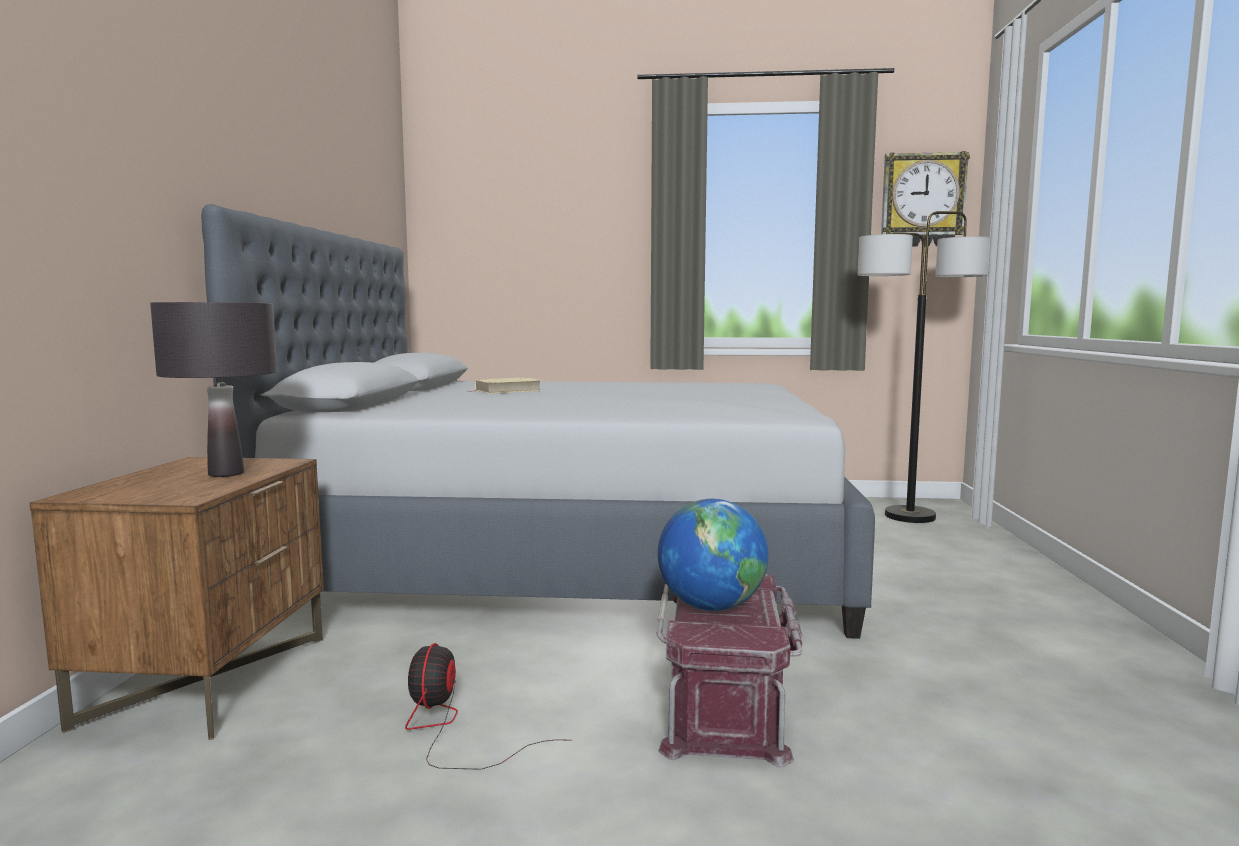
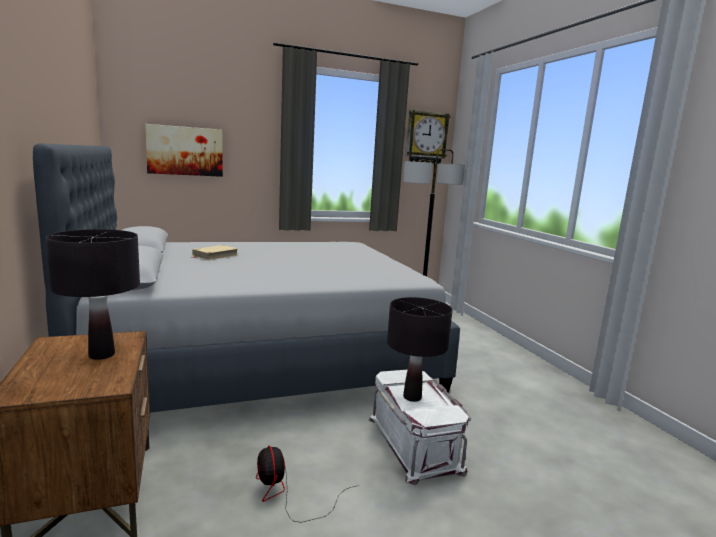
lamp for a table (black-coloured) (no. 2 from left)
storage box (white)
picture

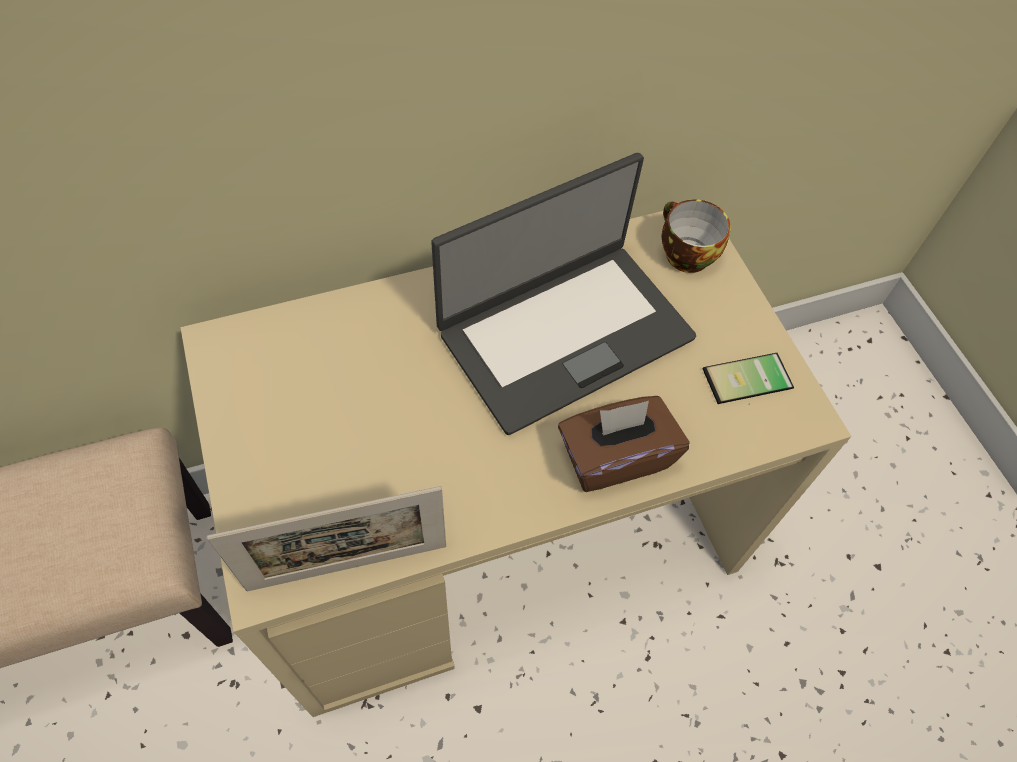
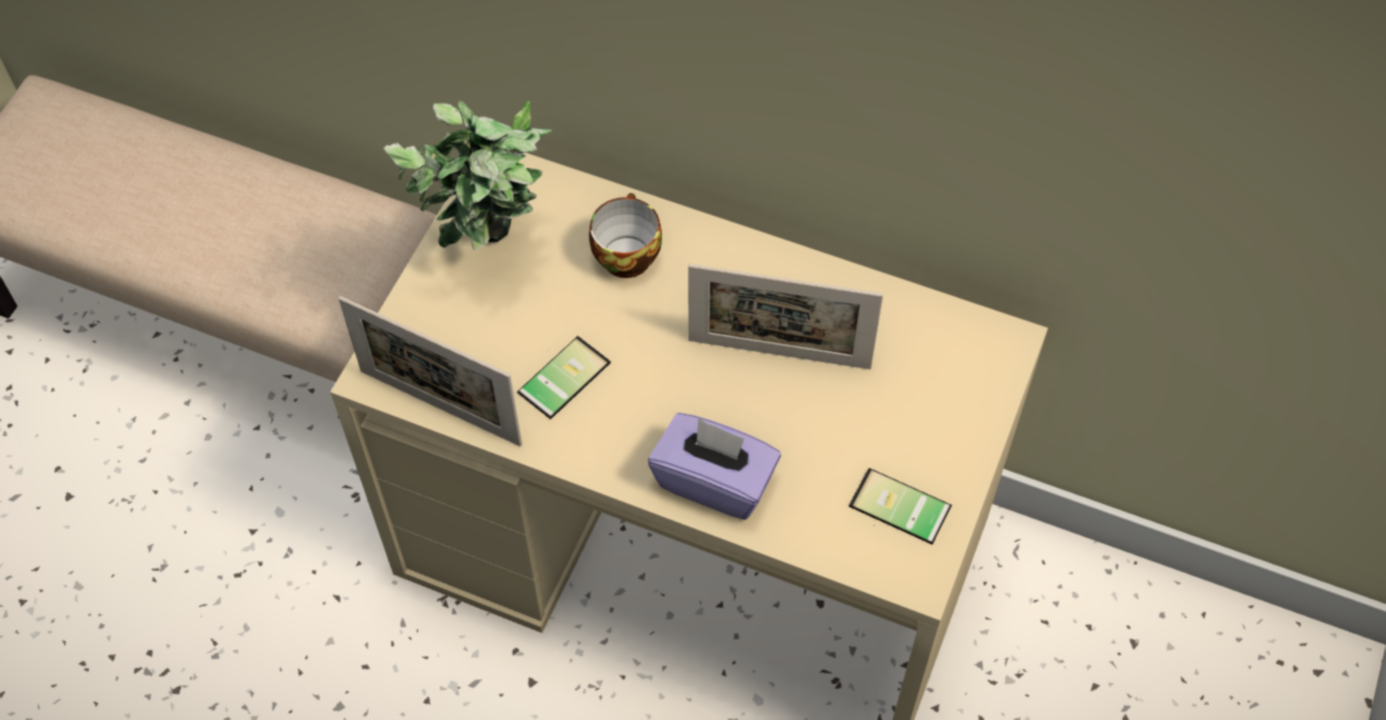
standing frame (no. 2 from left)
small cup
tissue box (purple-coloured)
plant in a pot
phone (no. 1 from left)

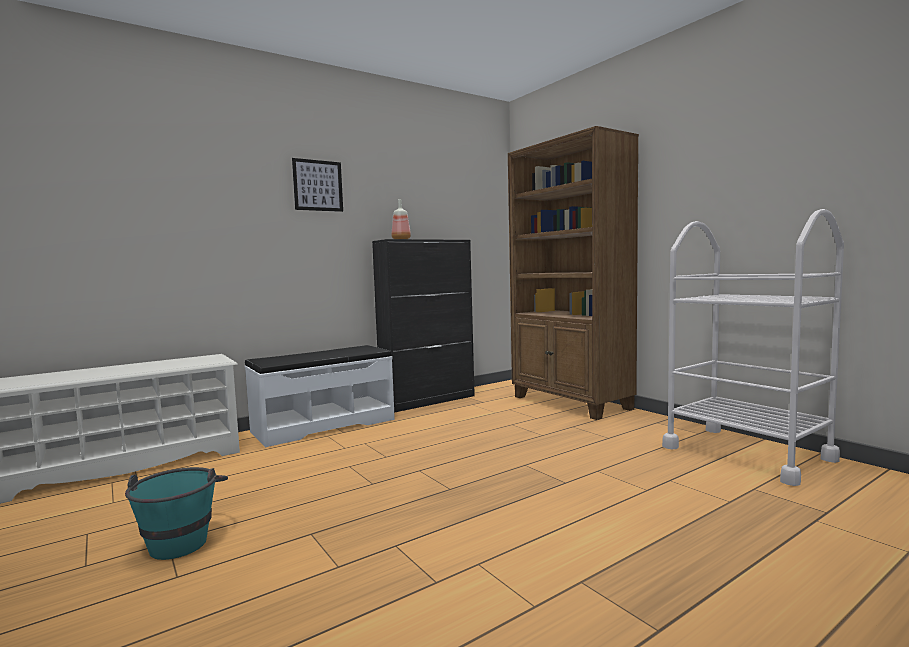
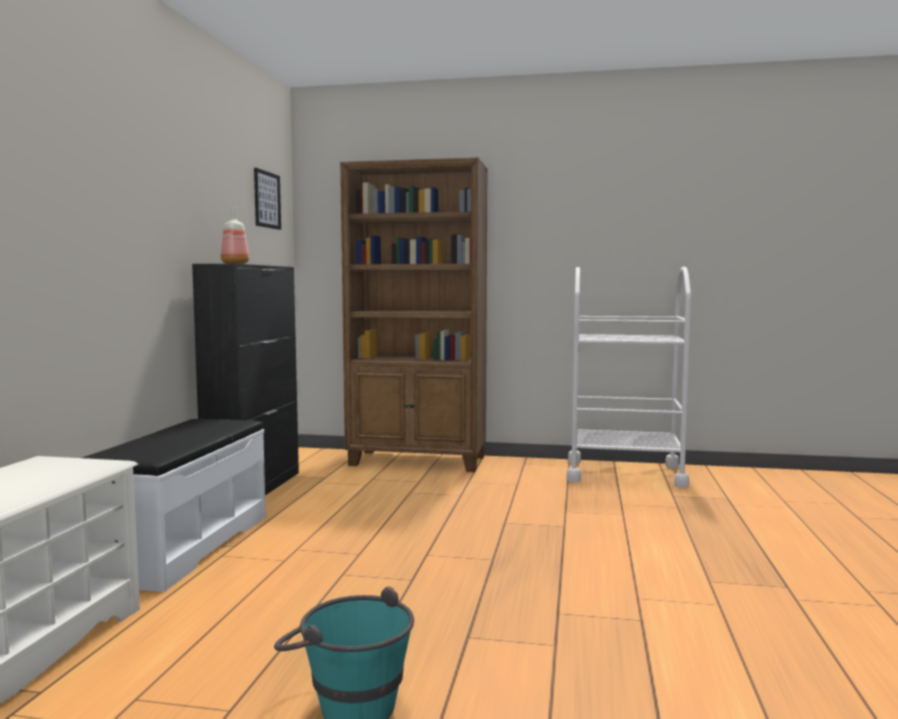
picture

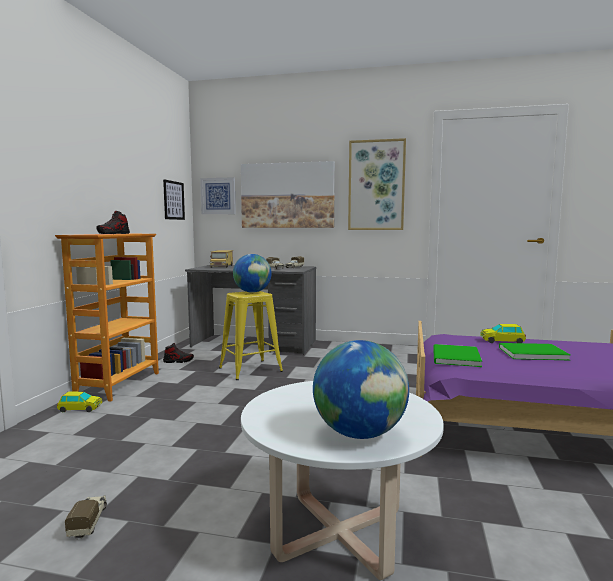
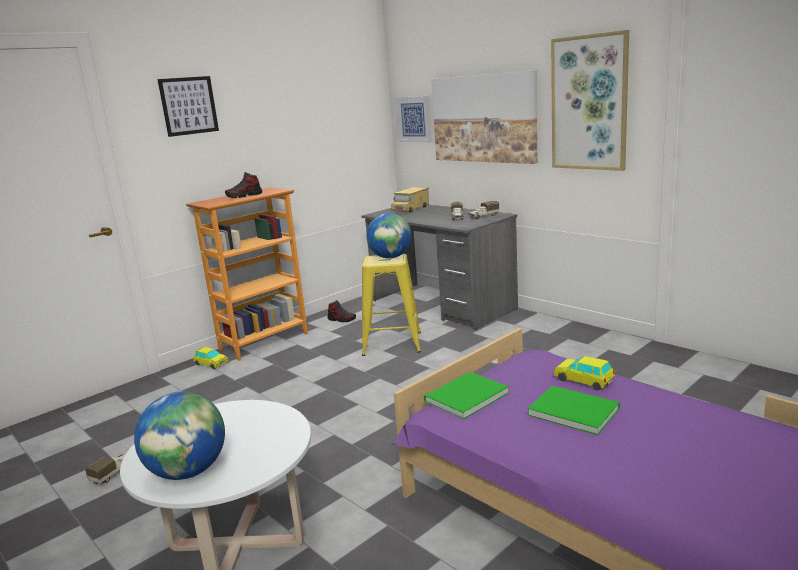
picture (no. 1 from left)

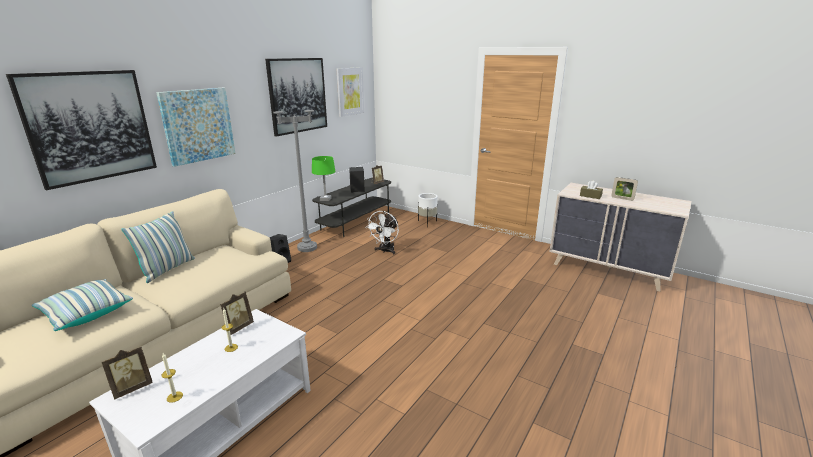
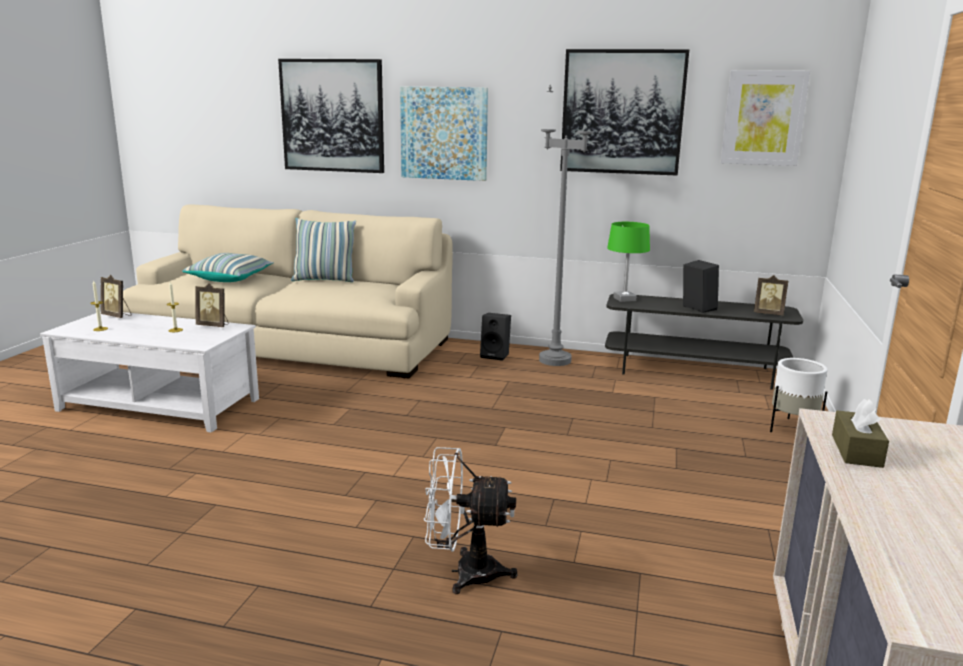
standing frame (no. 4 from left in the first image)
cooling fan (white)

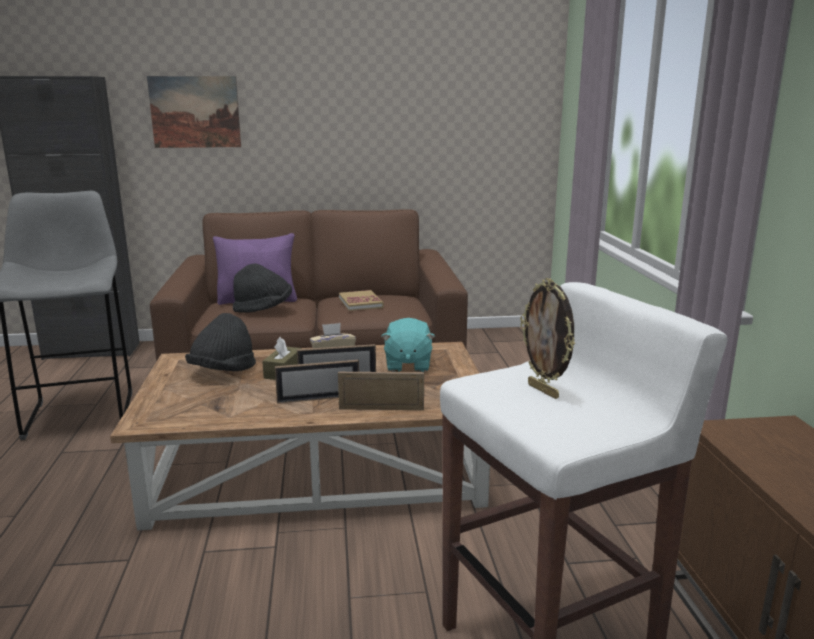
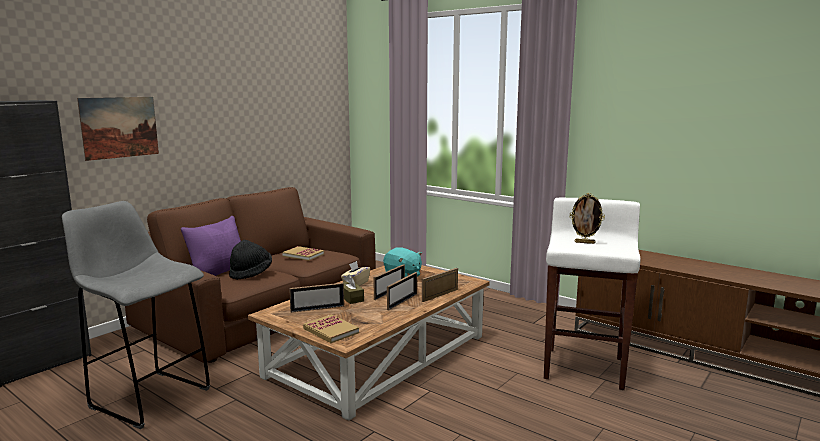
standing frame (no. 1 from left)
book (no. 2 from left)

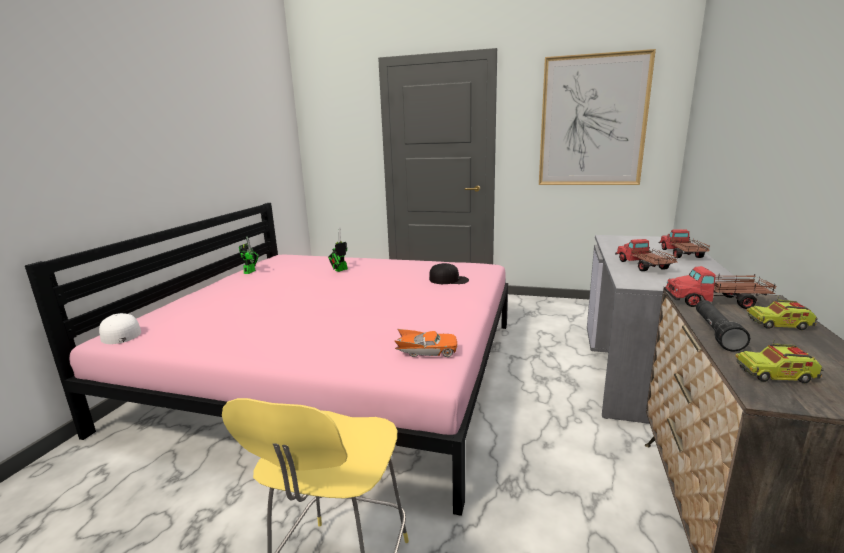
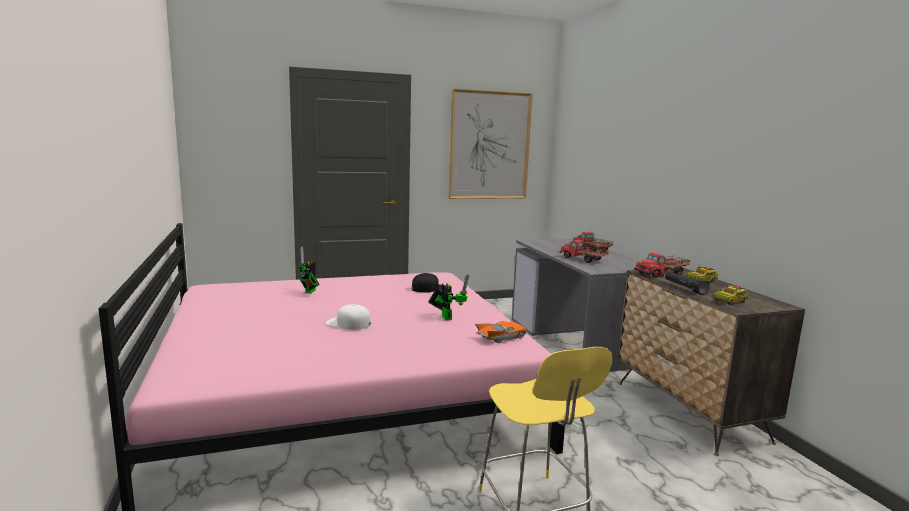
robot figure (no. 2 from left)
peaked cap (white)

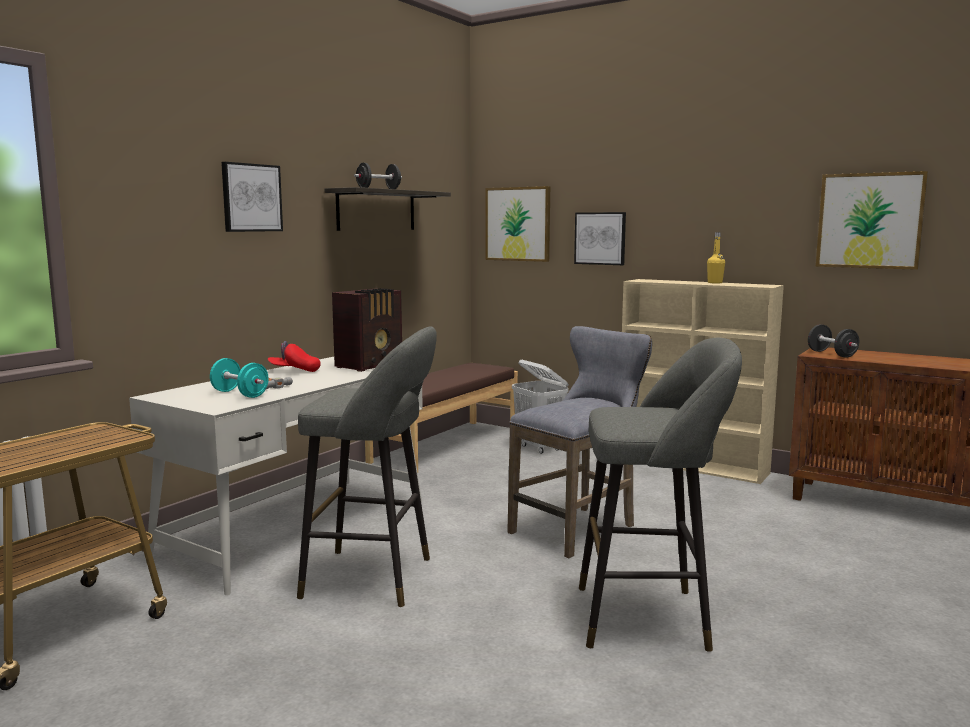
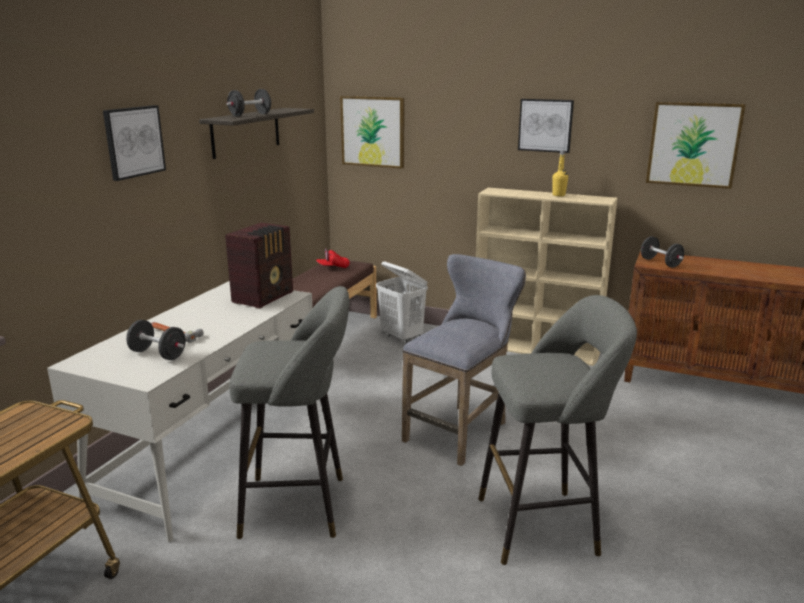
picture (no. 3 from left)
peaked cap (red)
free weight (black-coloured) (no. 1 from left)

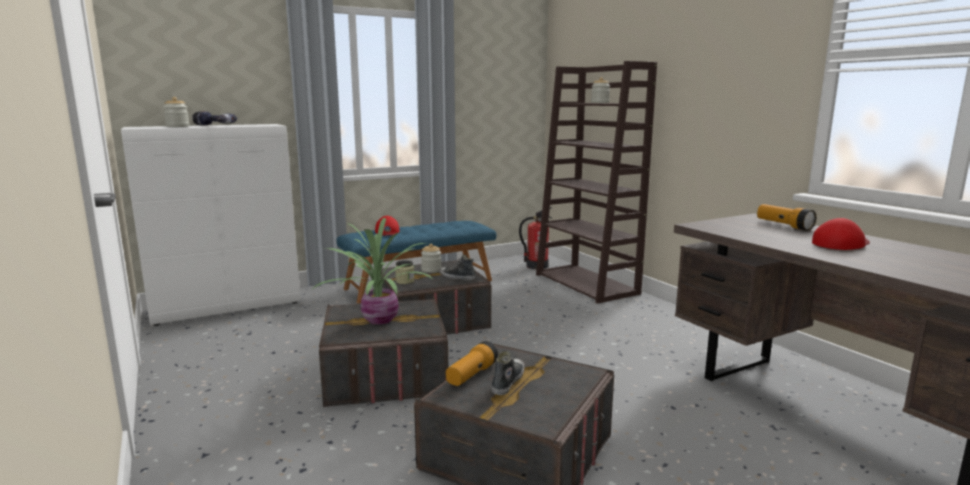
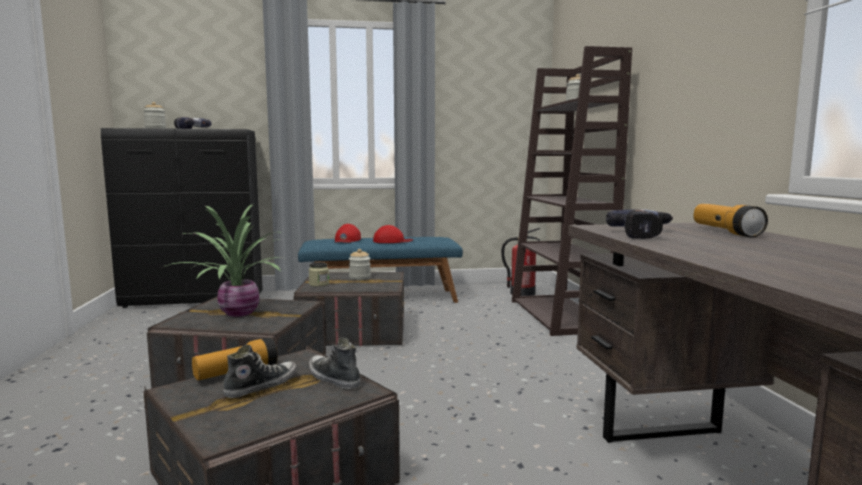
cabinet (black-coloured)
peaked cap (red) (no. 2 from left)
item of footwear (no. 2 from left)
electric drill (no. 2 from left)

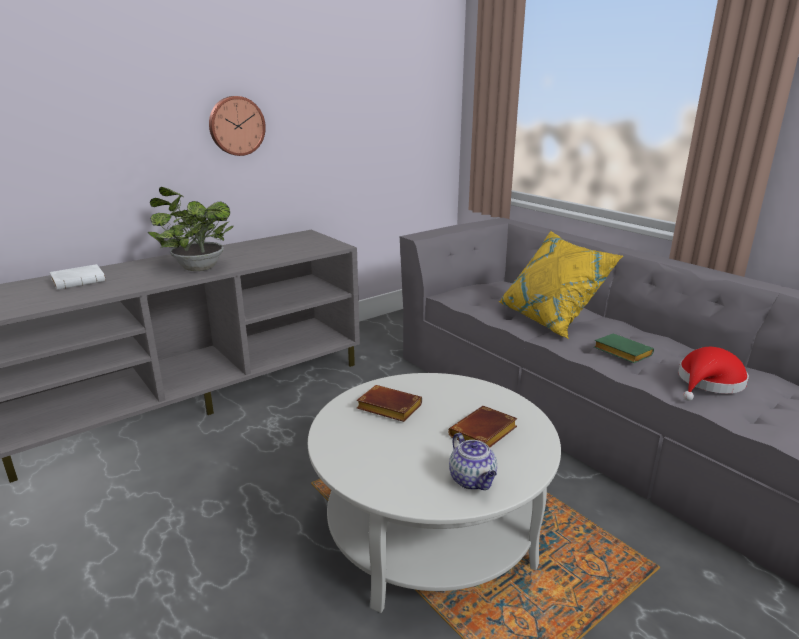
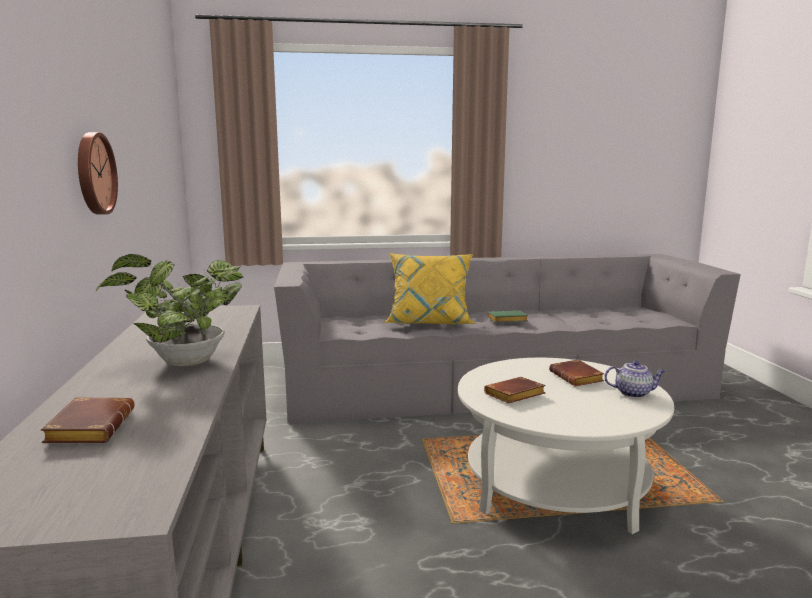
book (brownish) (no. 1 from left)
hat (red)

